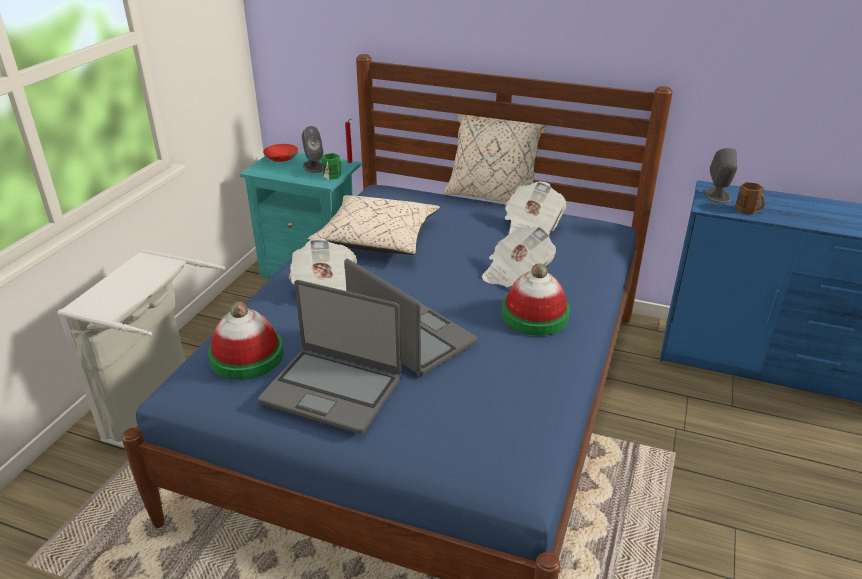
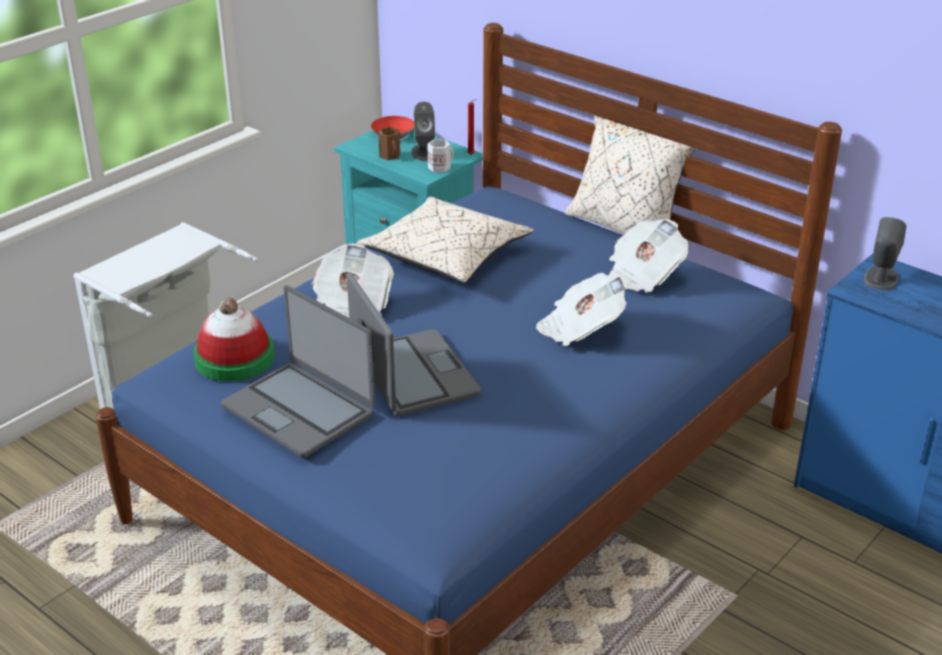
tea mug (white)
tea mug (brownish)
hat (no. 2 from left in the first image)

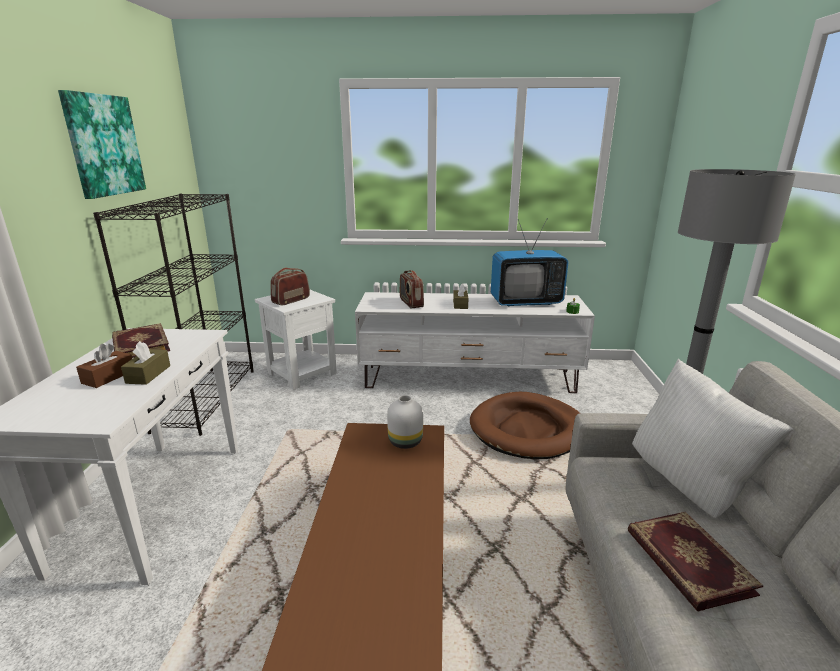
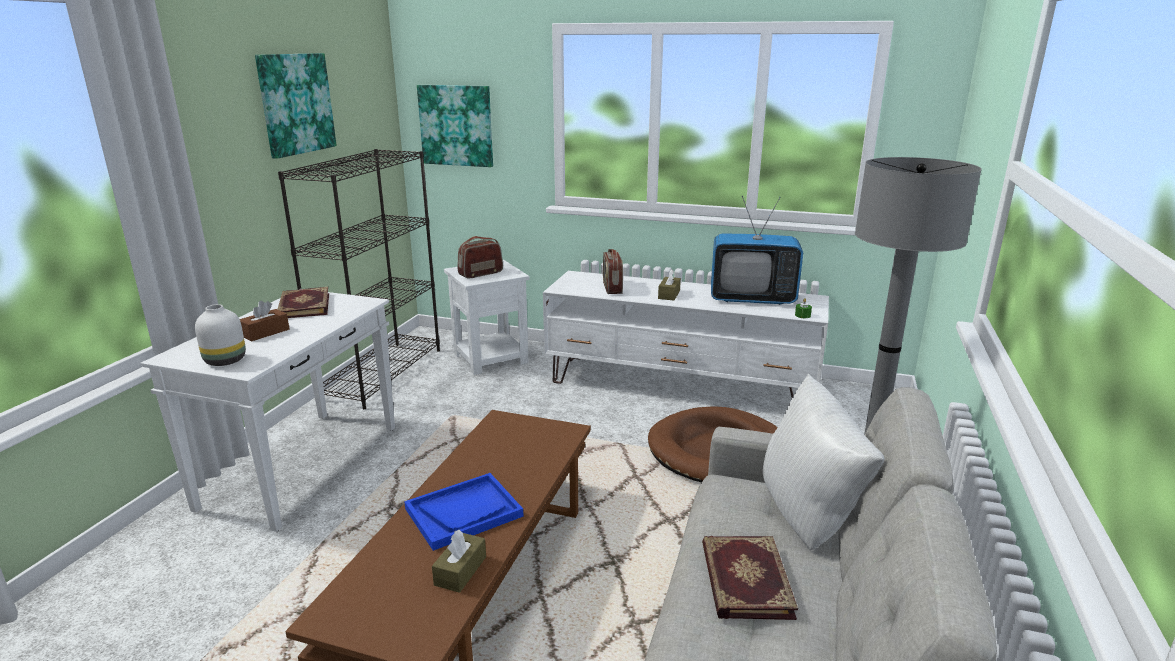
tissue box (brownish) (no. 2 from left)
decorative vase (white)
picture (no. 2 from left)
tray (blue)

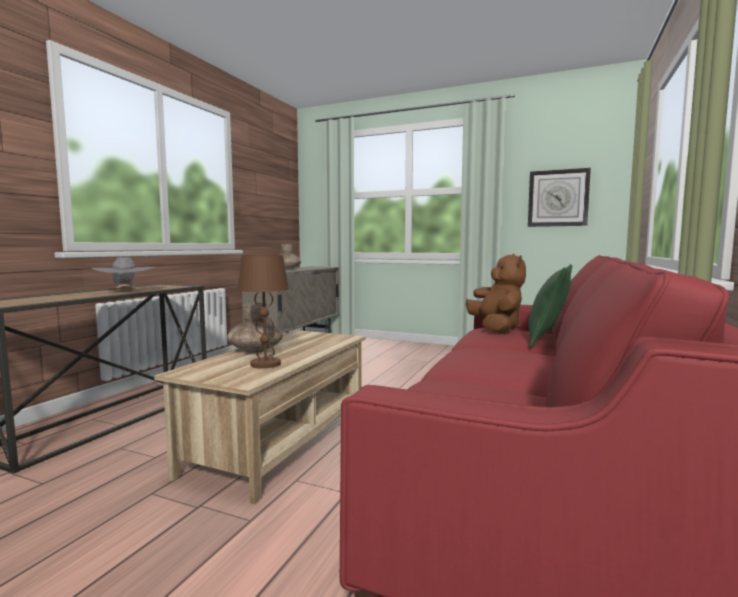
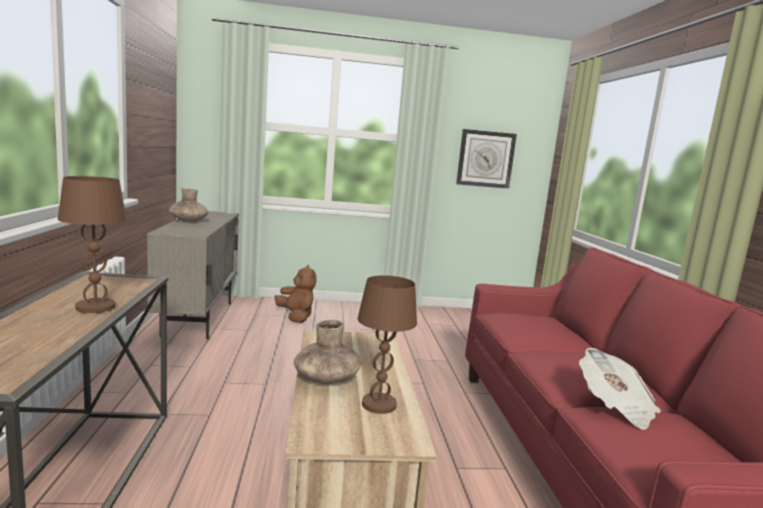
plush toy (brownish)
lamp for a table (brownish) (no. 1 from left)
cushion (green)
printed paper

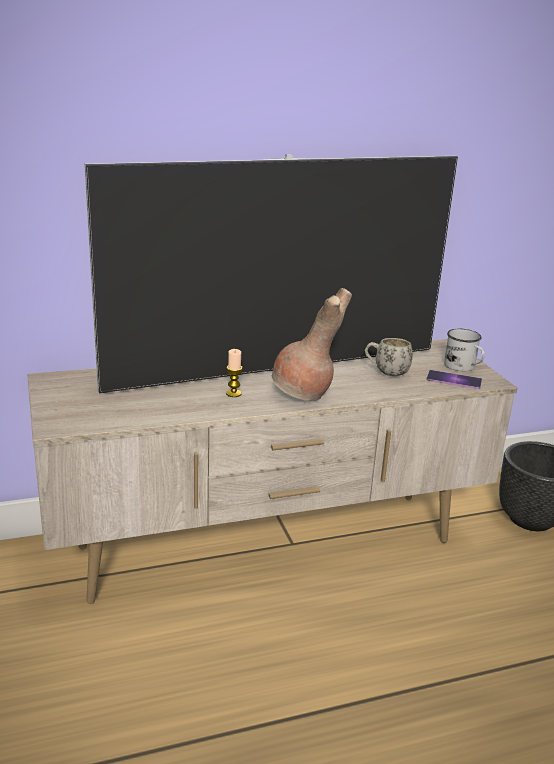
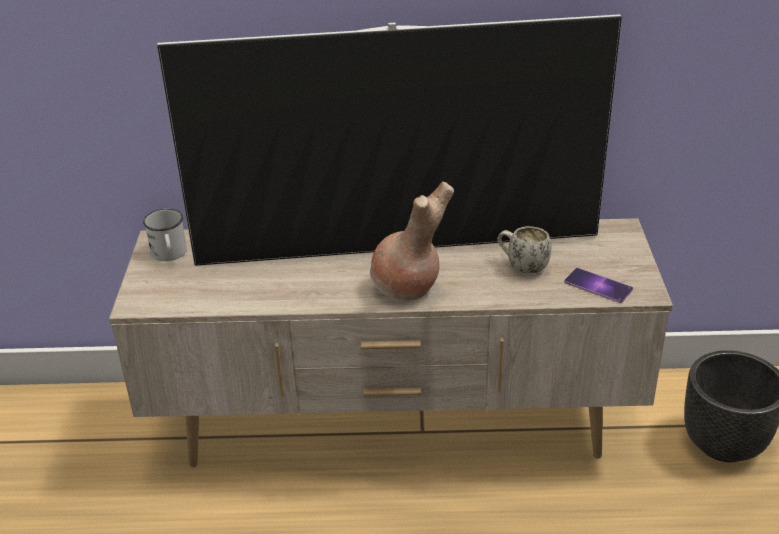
tea mug (white) (no. 1 from left)
wax light

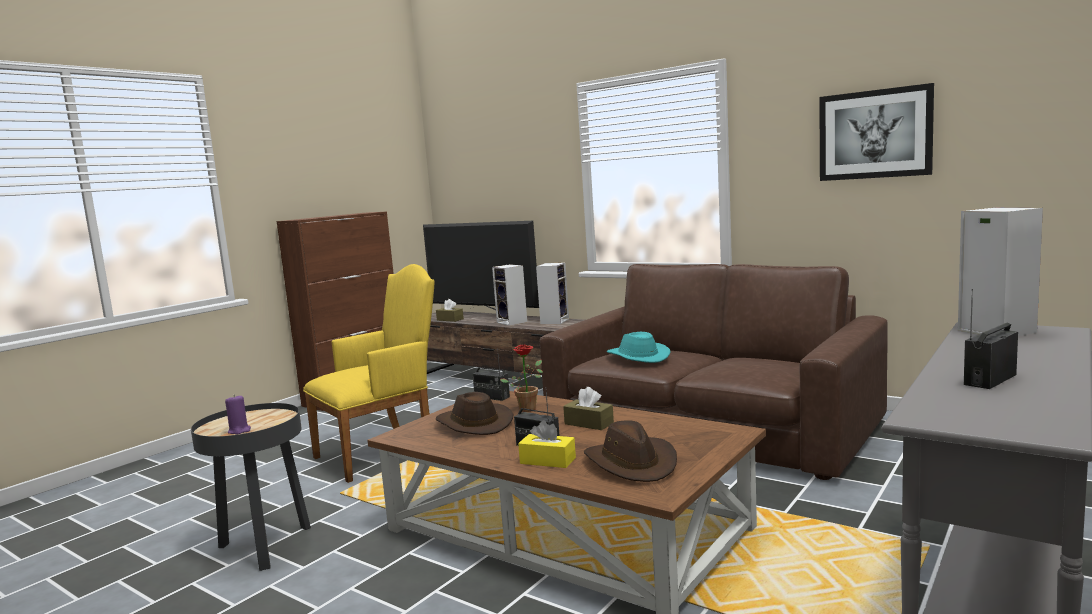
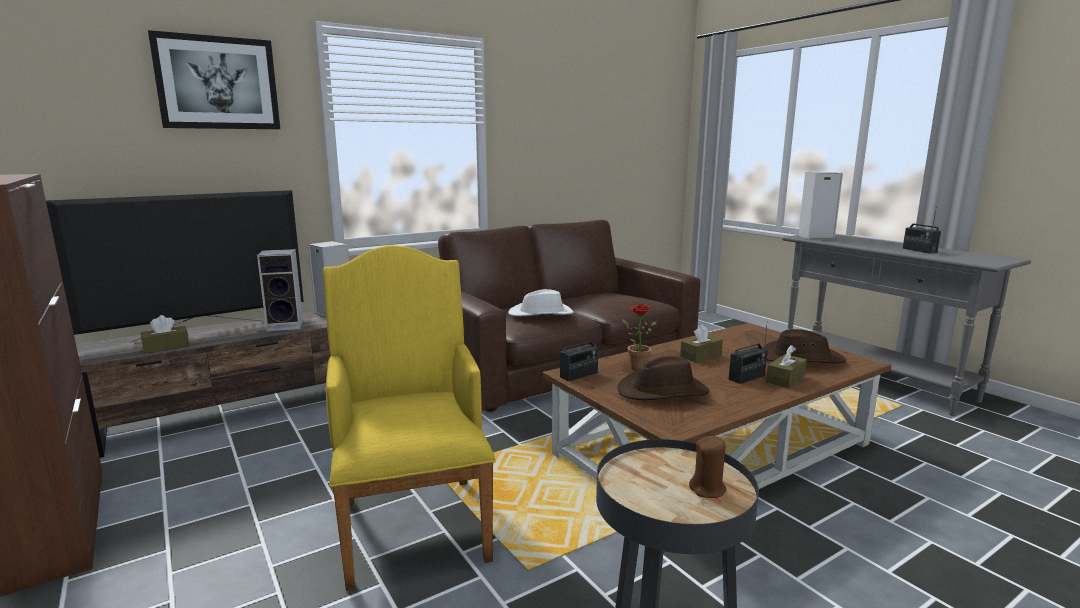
picture
hat (white)
wax light (brownish)
tissue box (brownish) (no. 3 from left)

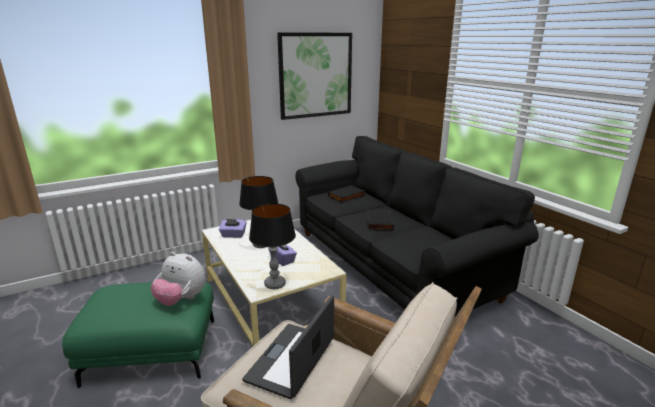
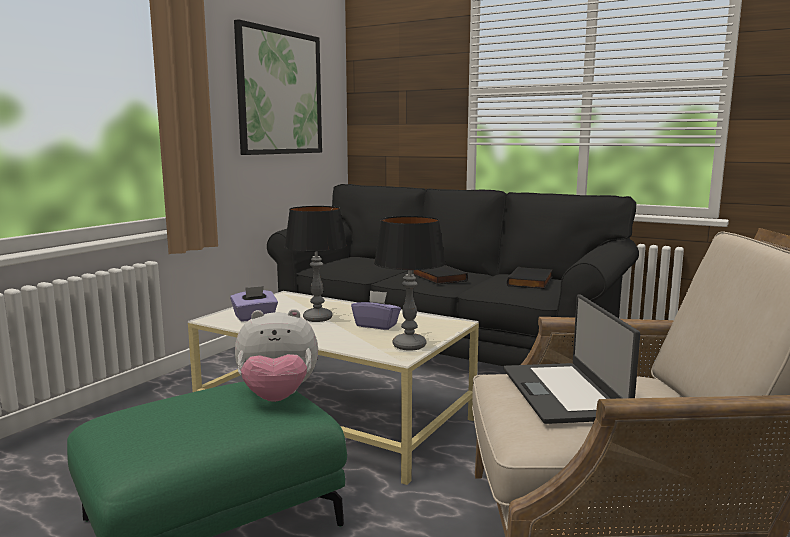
book (black-coloured) (no. 2 from left)

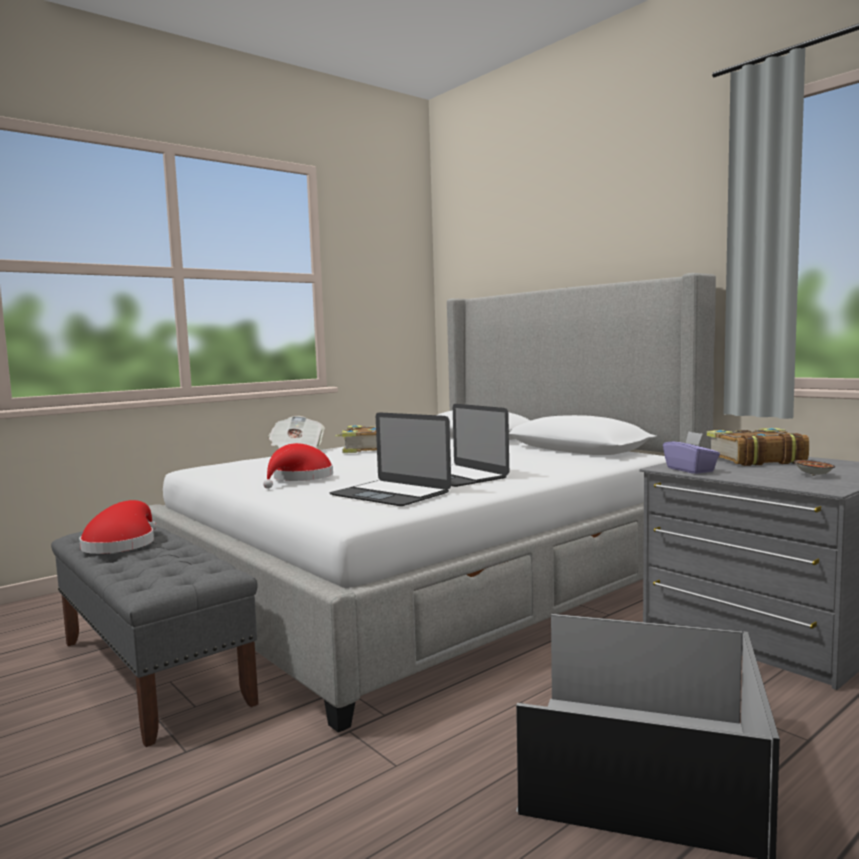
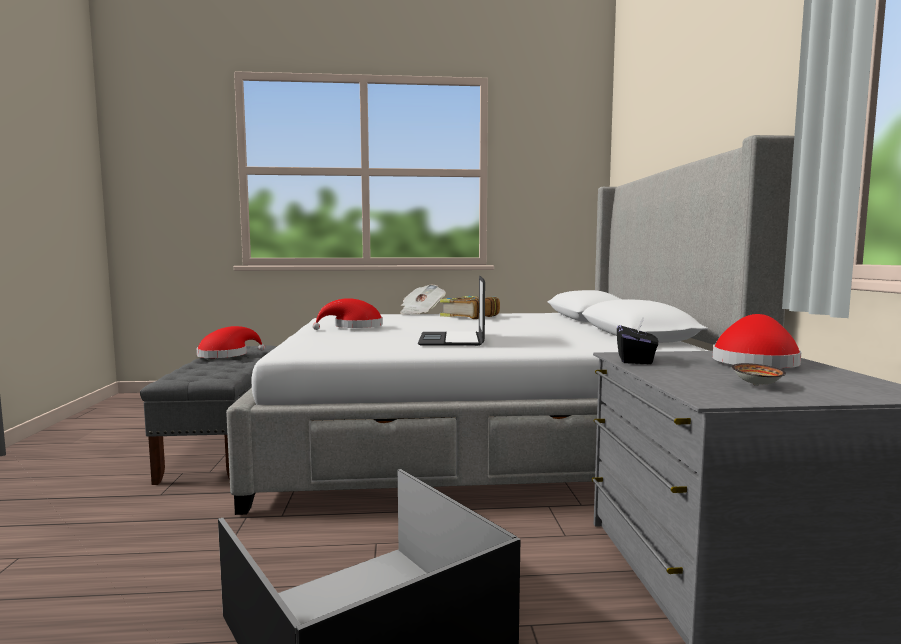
portable computer (no. 1 from left in the first image)
hat (red) (no. 3 from left)
tissue box (black-coloured)

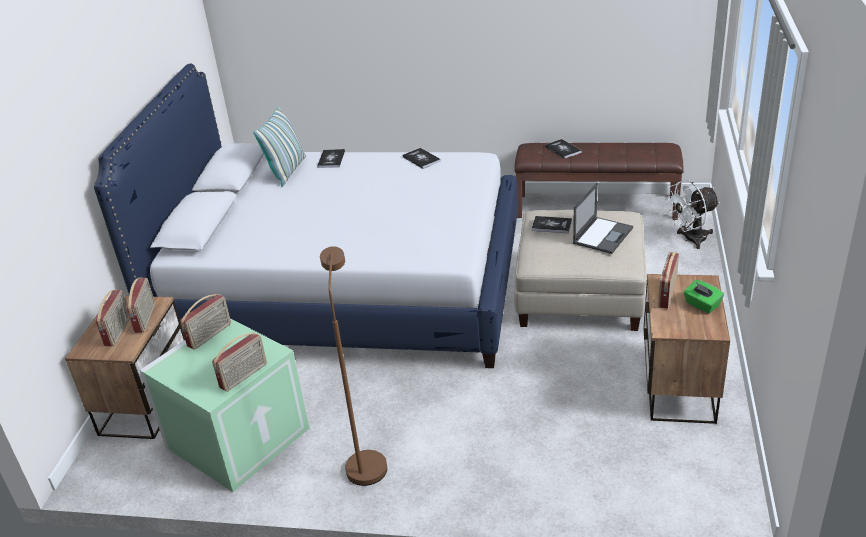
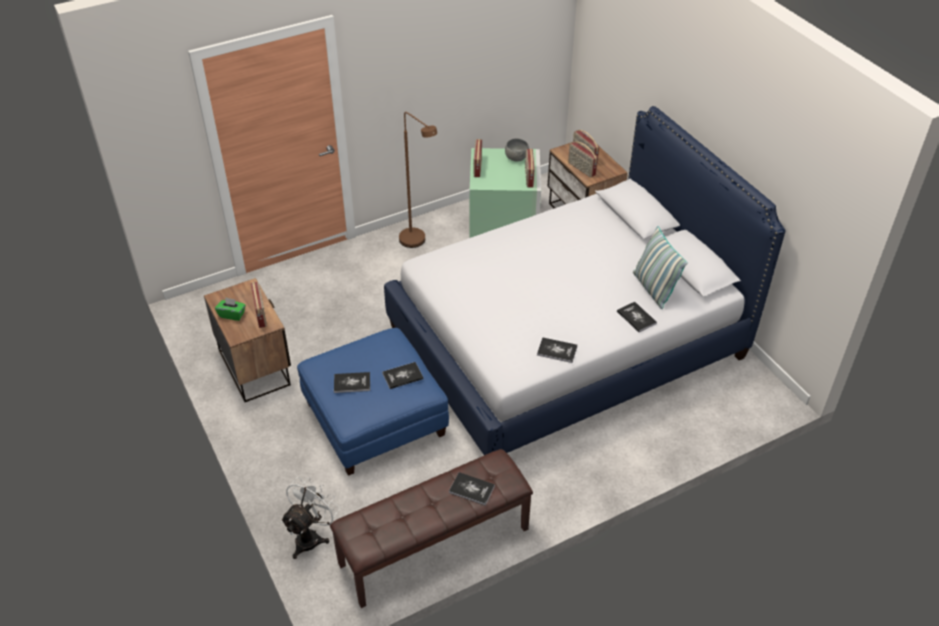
book (no. 1 from left)
footrest (blue)
serving bowl (grey)

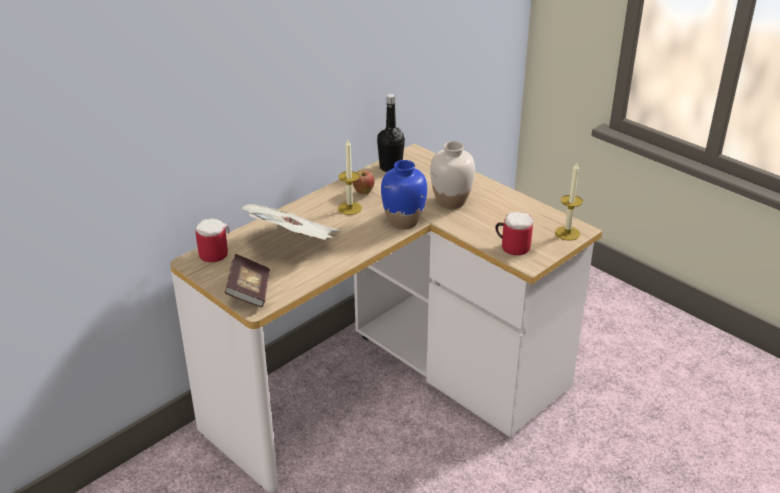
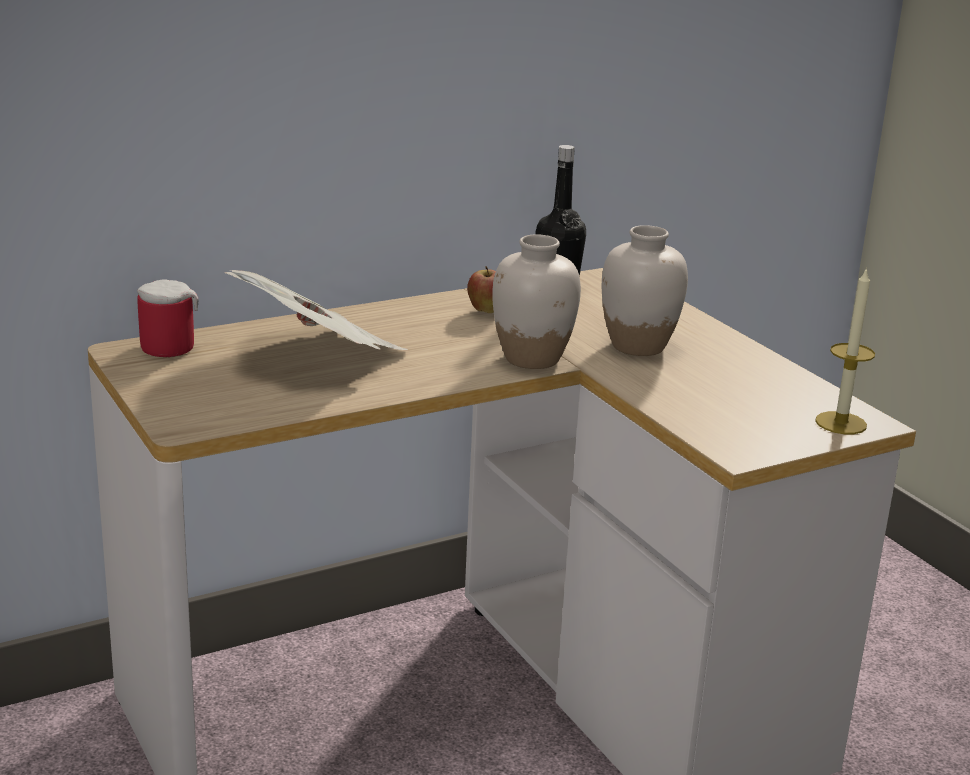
wax light (no. 1 from left in the first image)
decorative vase (white) (no. 1 from left)
tea mug (no. 2 from left in the first image)
book

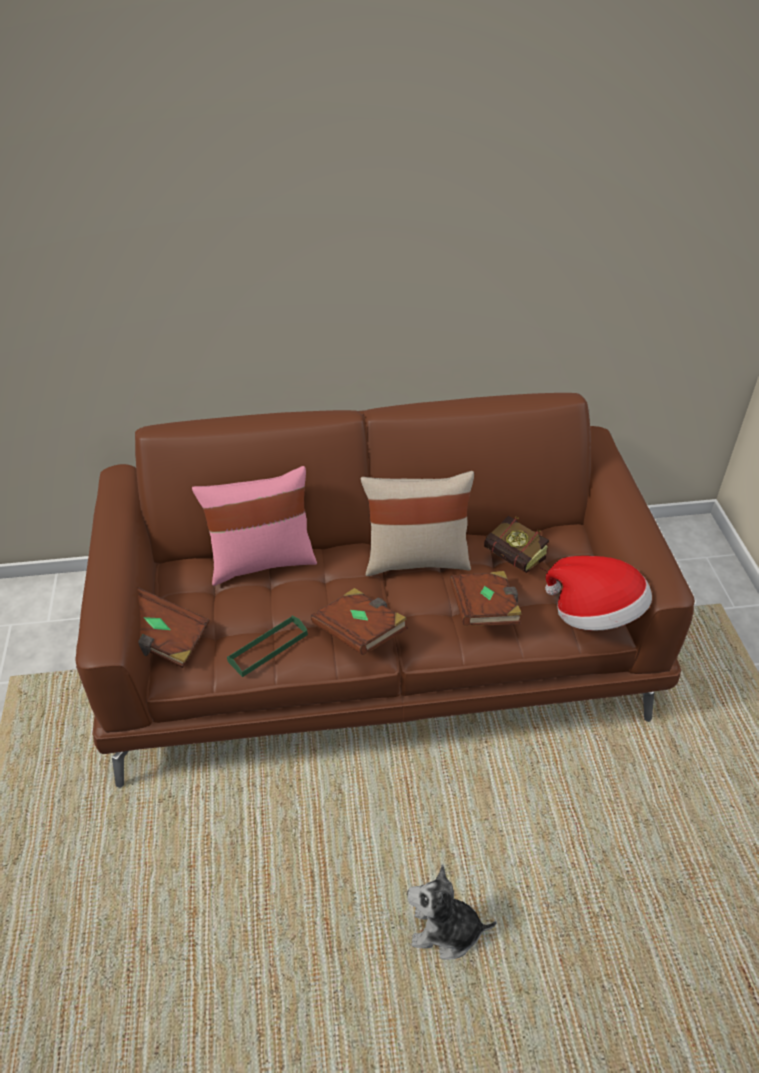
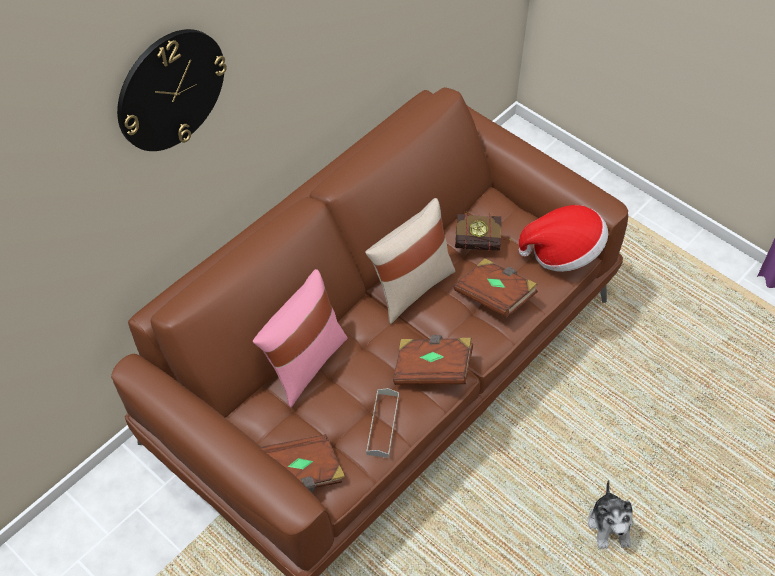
tray (grey)
plush toy
hanging clock

